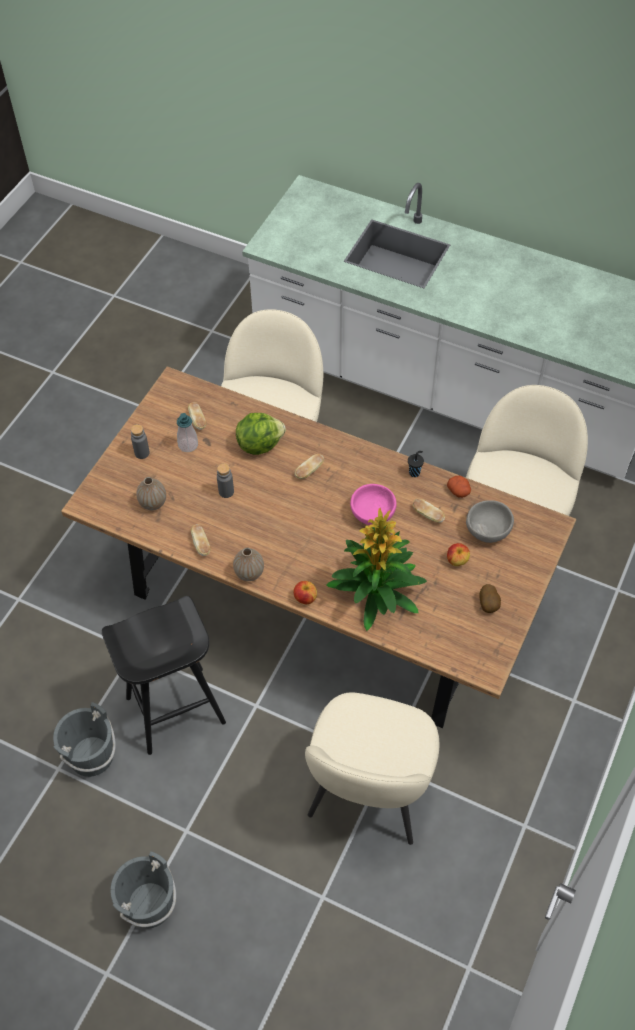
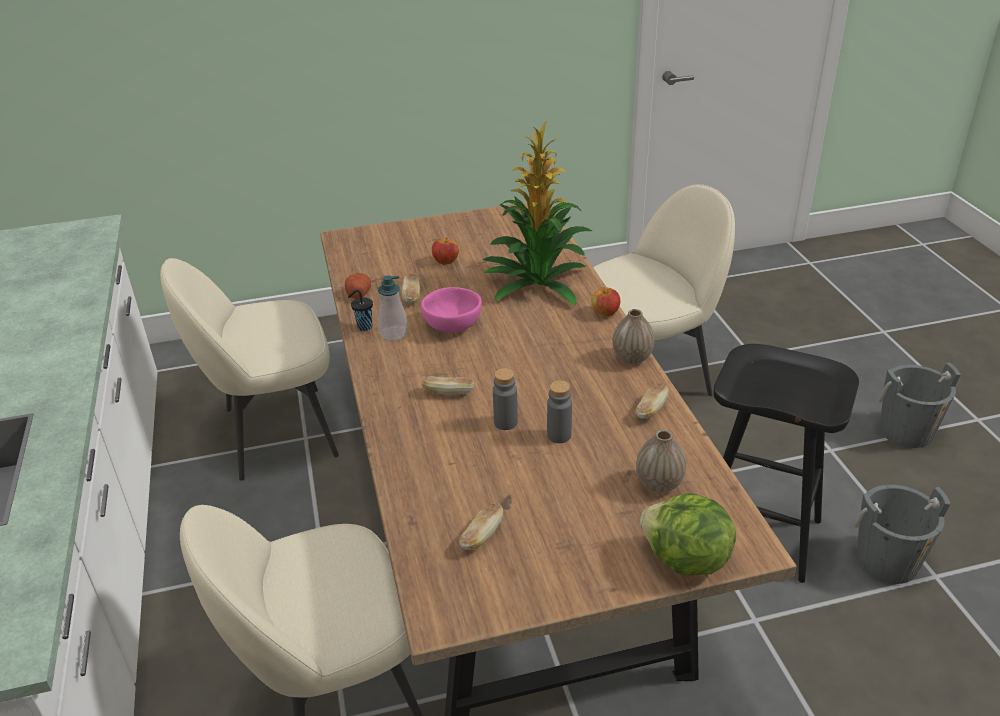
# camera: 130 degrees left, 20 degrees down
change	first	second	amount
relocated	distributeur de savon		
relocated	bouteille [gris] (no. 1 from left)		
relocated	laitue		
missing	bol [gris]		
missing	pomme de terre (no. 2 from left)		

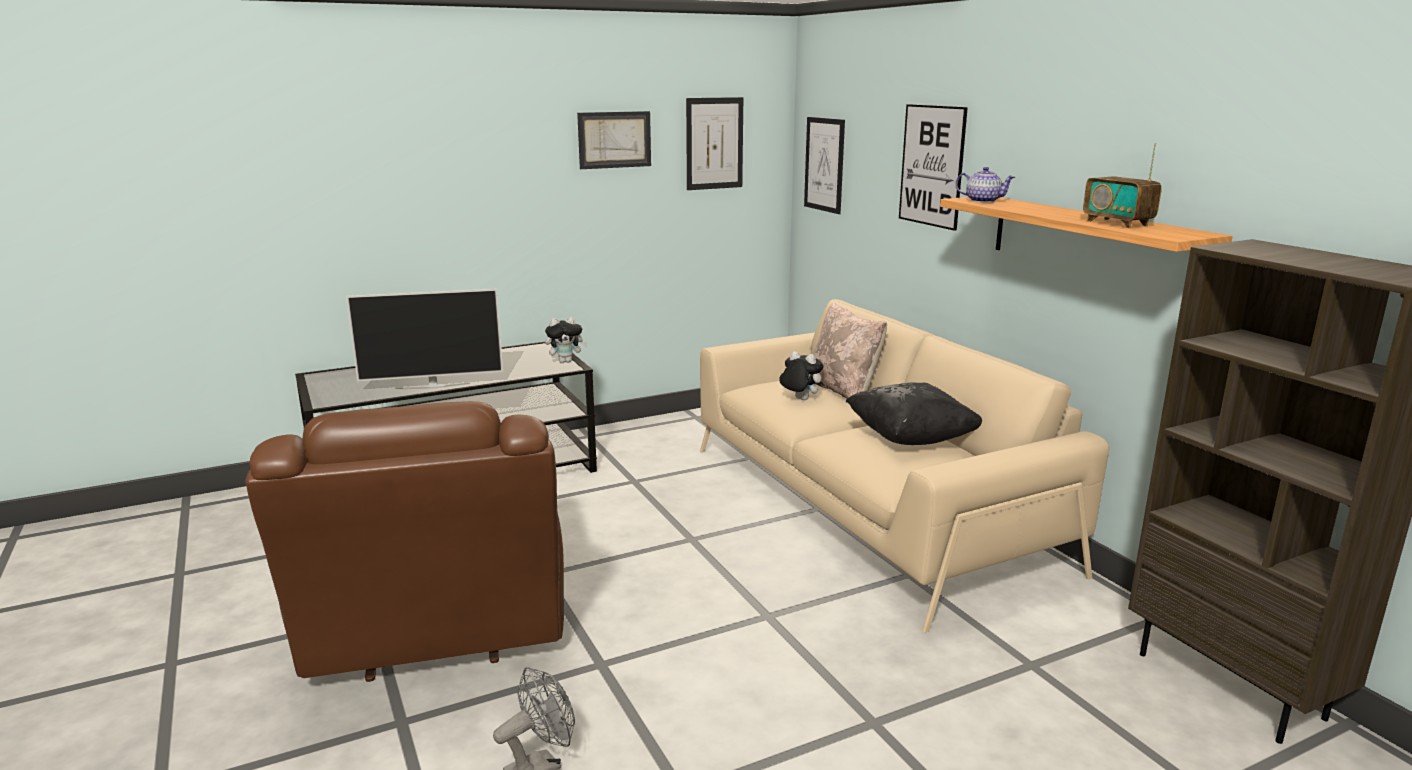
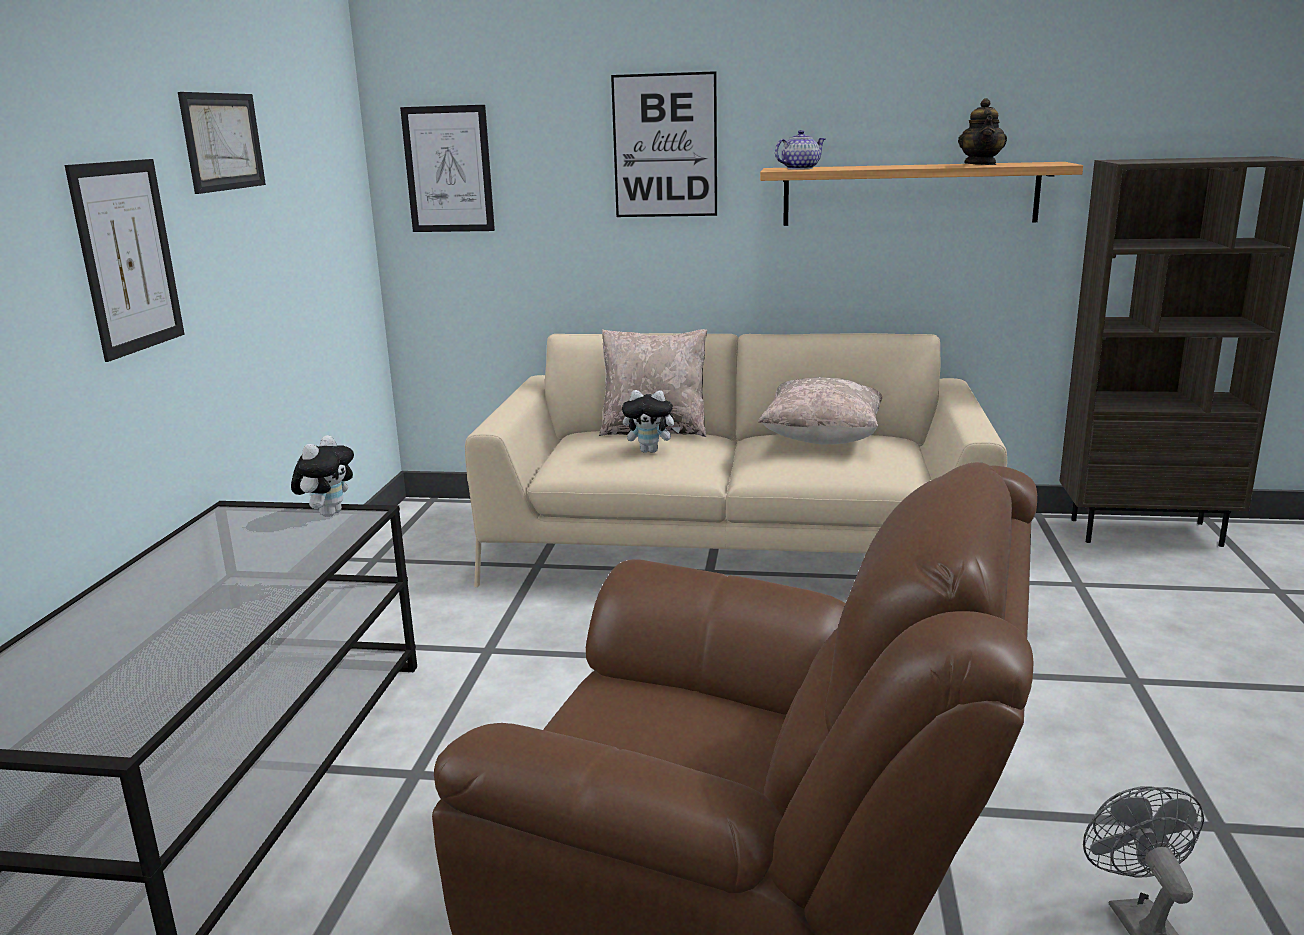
# camera: 55 degrees left, 0 degrees up
change	first	second	amount
relocated	tableau (no. 2 from left in the first image)	tableau (no. 1 from left)	
spun	peluche (no. 2 from left)		150 degrees counterclockwise
colour	coussin [noir]	coussin [beige] (no. 2 from left)	
exchanged	radio	théière (no. 2 from left)	
missing	téléviseur		

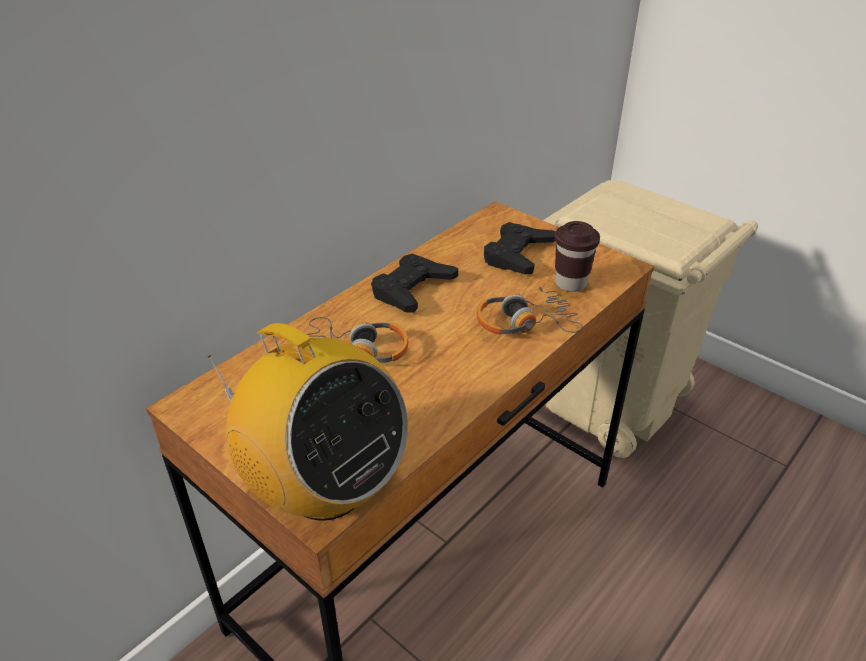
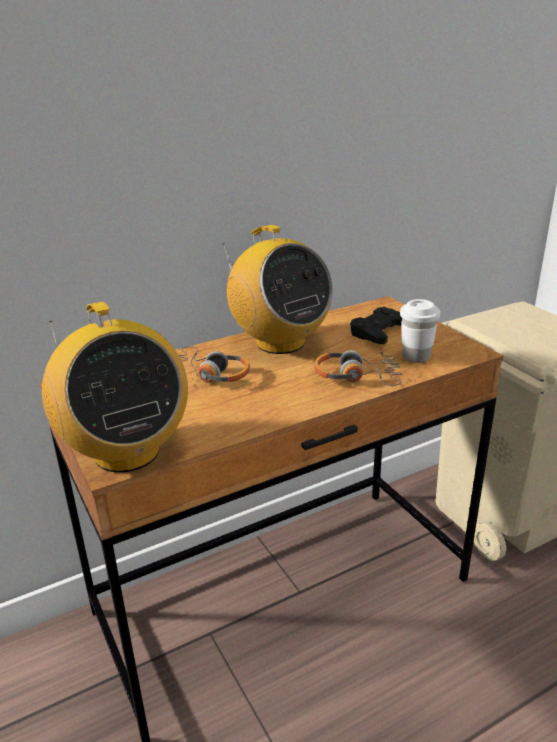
# camera: 20 degrees right, 10 degrees down
change	first	second	amount
exchanged	manette [noir] (no. 1 from left)	radio (no. 2 from left)	
colour	tasse [marron]	tasse [blanc]	

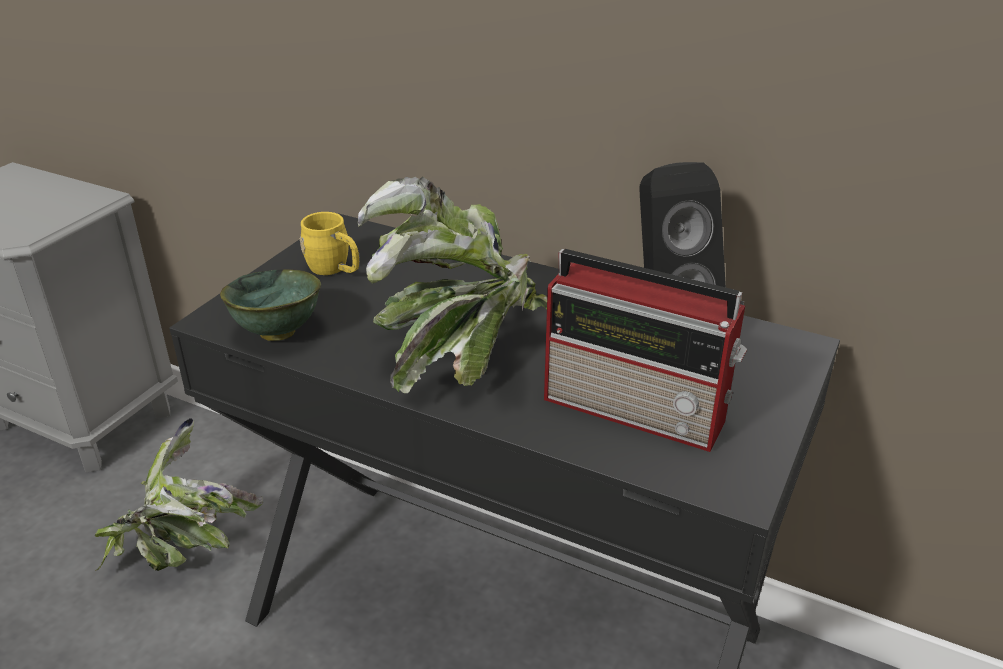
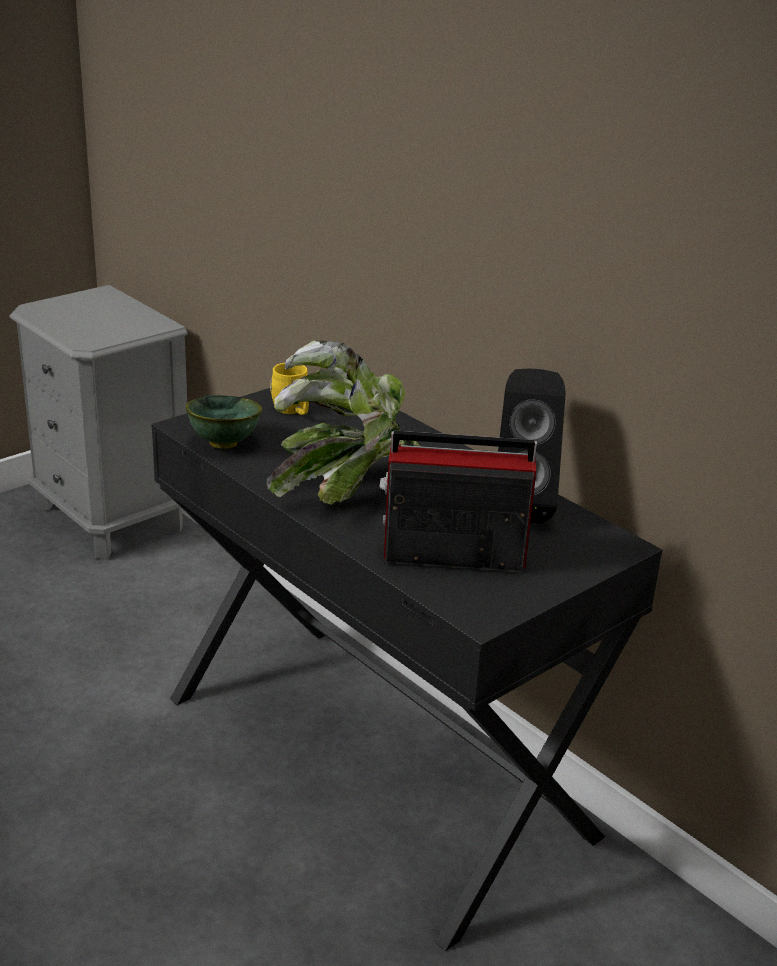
# camera: 20 degrees right, 5 degrees down
change	first	second	amount
spun	radio		135 degrees clockwise
missing	plante en pot (no. 1 from left)		

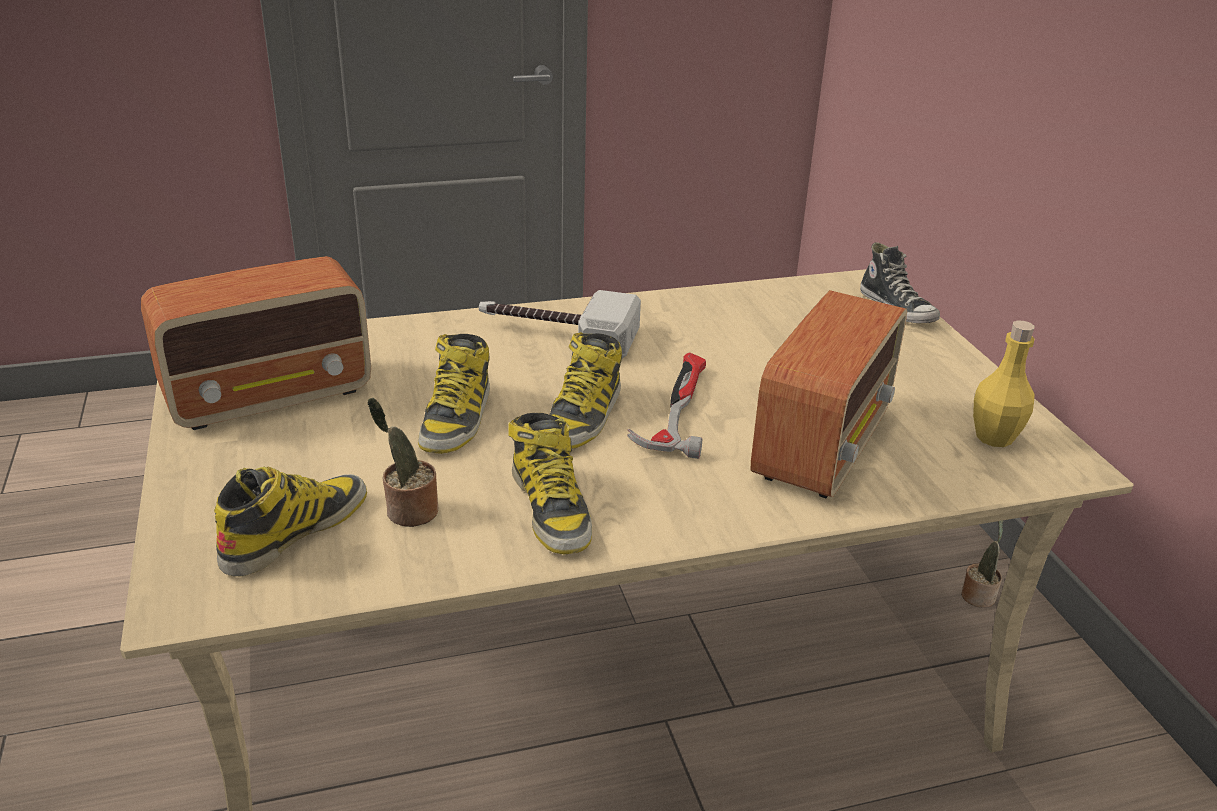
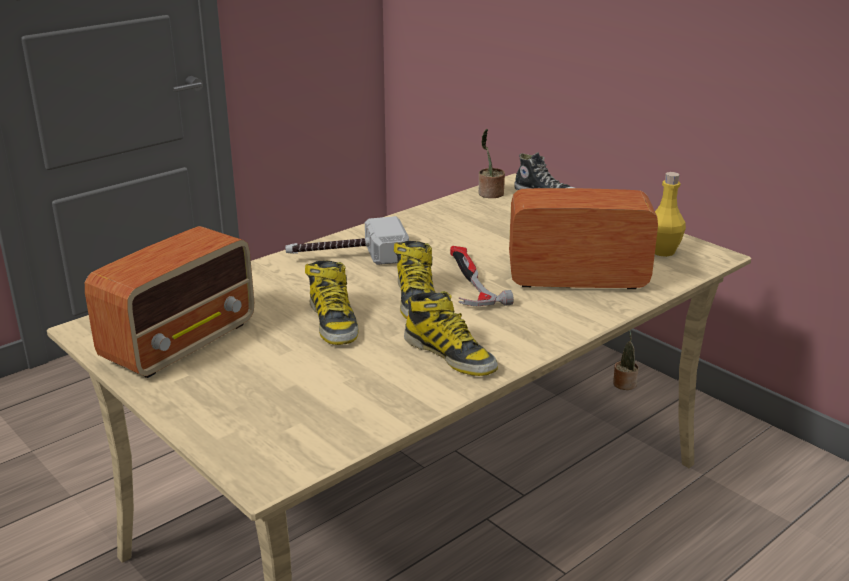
# camera: 25 degrees left, 5 degrees down
change	first	second	amount
relocated	plante en pot (no. 1 from left)		
spun	radio (no. 2 from left)		90 degrees counterclockwise
missing	botte (no. 1 from left)		

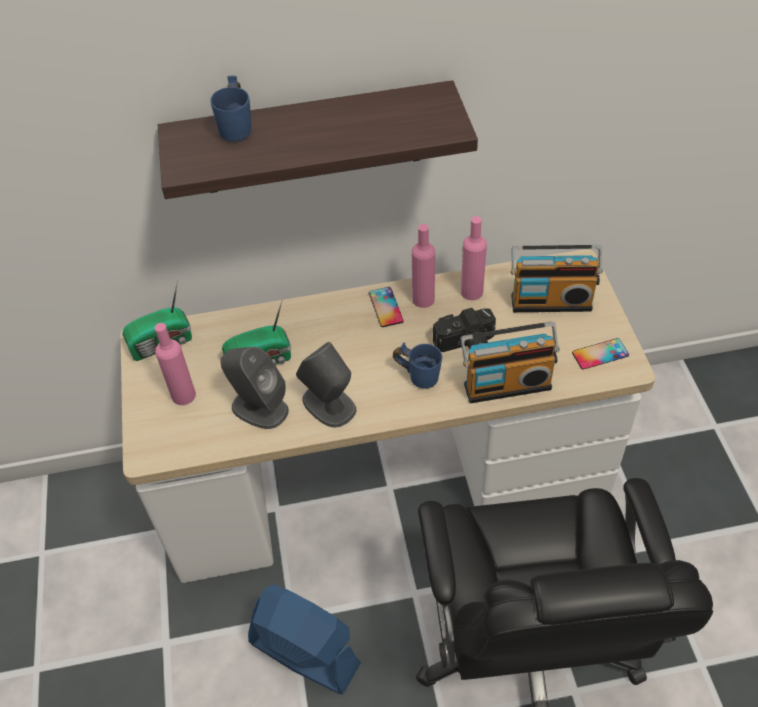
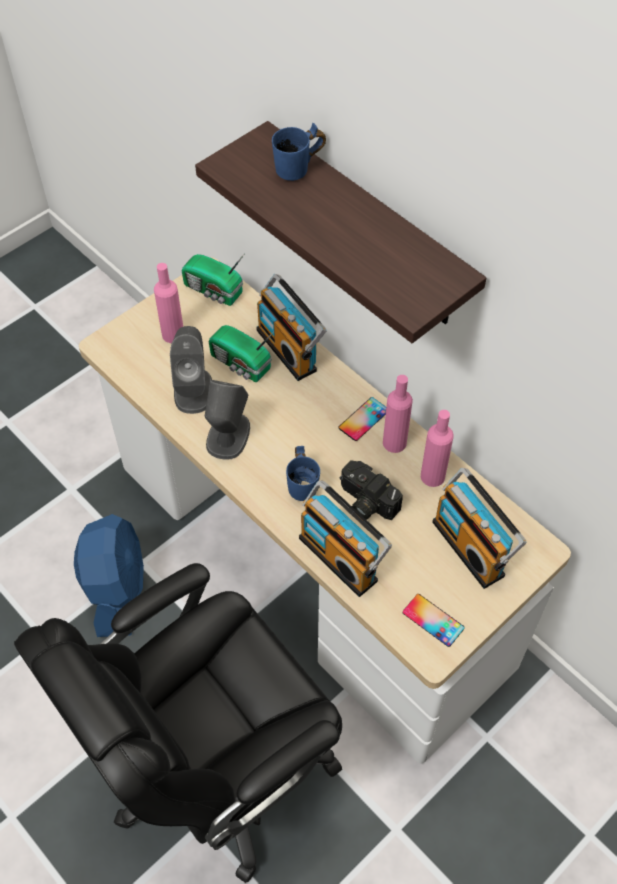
# camera: 55 degrees right, 5 degrees up
change	first	second	amount
appeared		radio (no. 3 from left)	

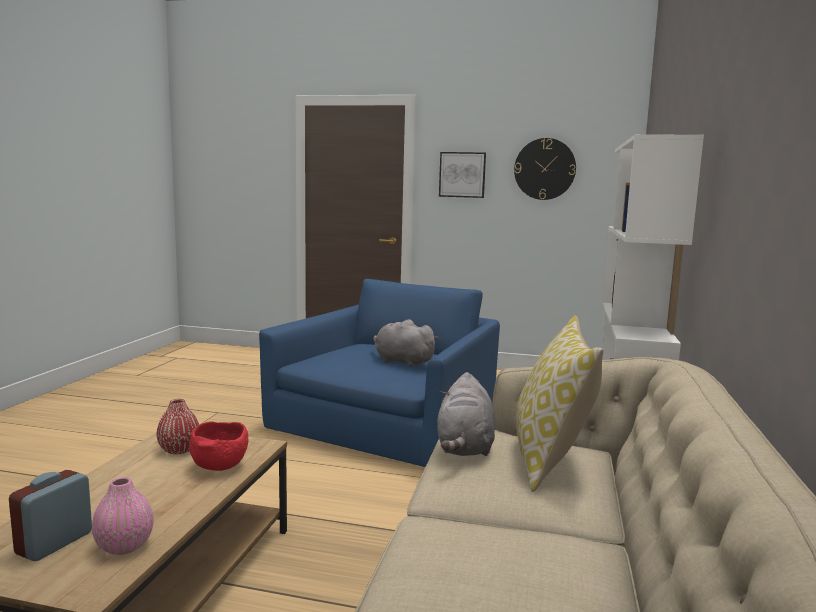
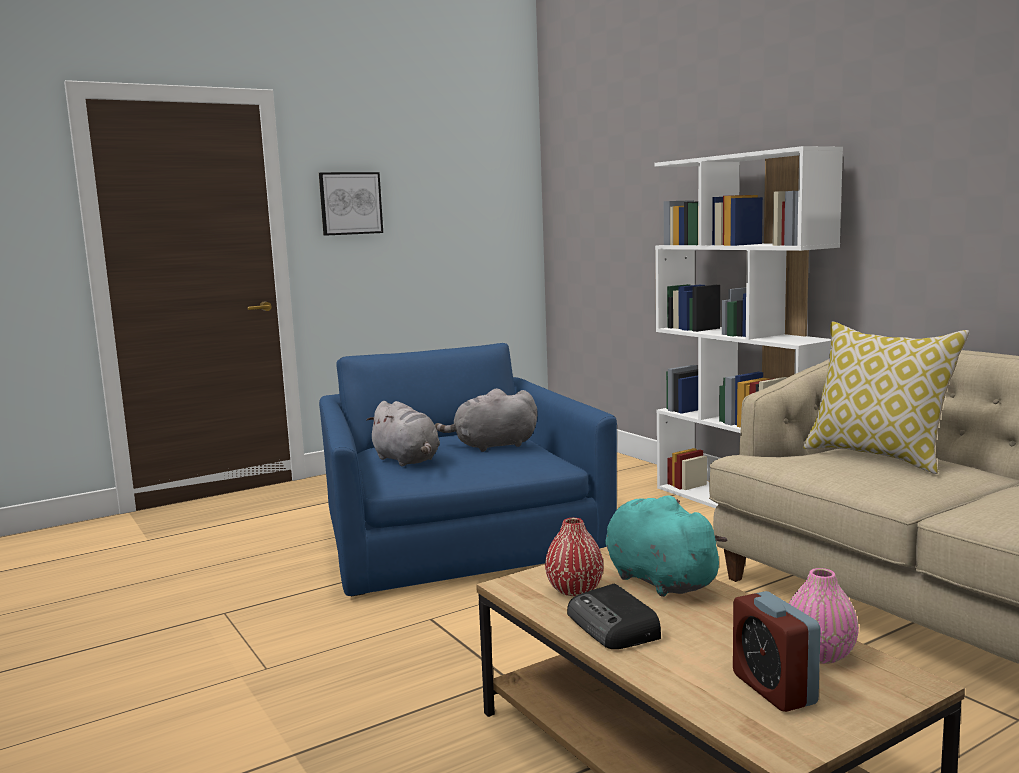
# camera: 45 degrees left, 0 degrees up
change	first	second	amount
relocated	peluche [gris] (no. 2 from left in the first image)	peluche [gris] (no. 1 from left)	
appeared		radio	
exchanged	bol [rouge]	peluche [turquoise]	
missing	horloge murale		

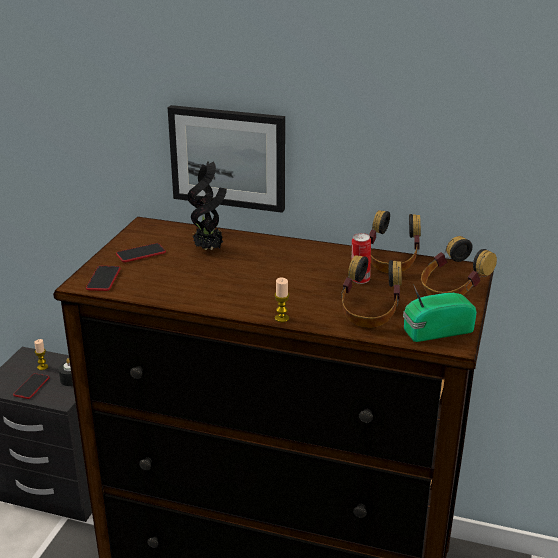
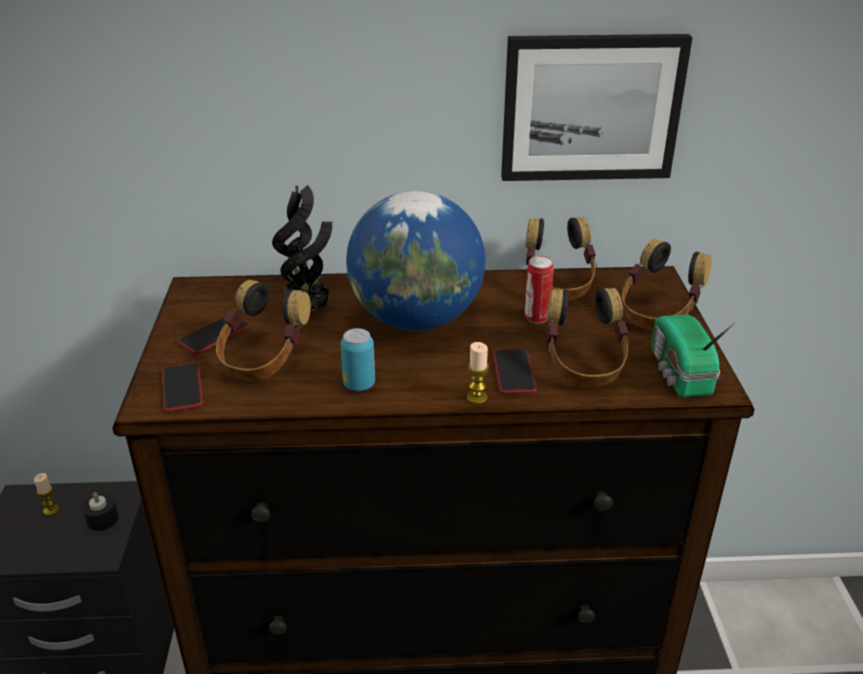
# camera: 20 degrees left, 5 degrees up
change	first	second	amount
appeared		casque audio (no. 1 from left)	
appeared		boîte métallique (no. 1 from left)	
appeared		globe	
relocated	téléphone (no. 1 from left in the first image)	téléphone (no. 3 from left)	
relocated	tableau		
spun	radio		60 degrees counterclockwise

